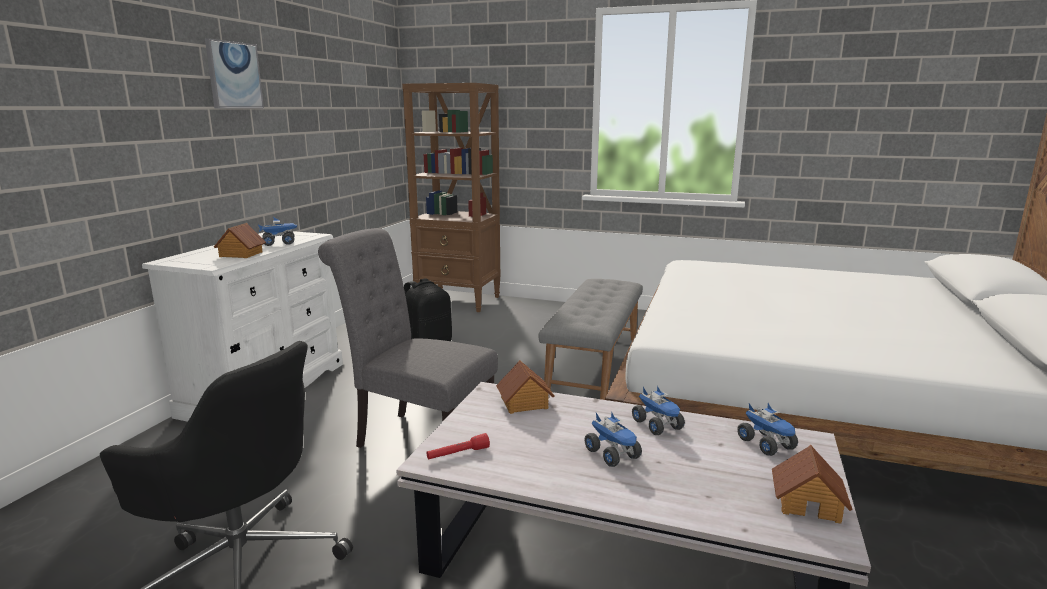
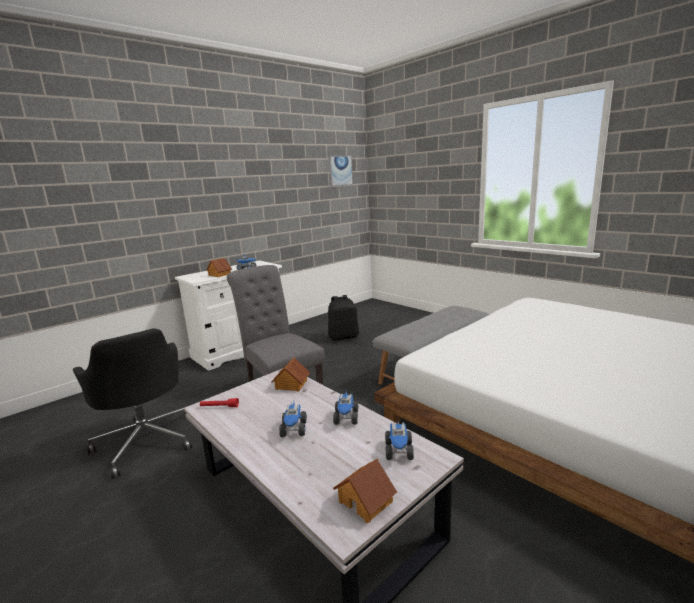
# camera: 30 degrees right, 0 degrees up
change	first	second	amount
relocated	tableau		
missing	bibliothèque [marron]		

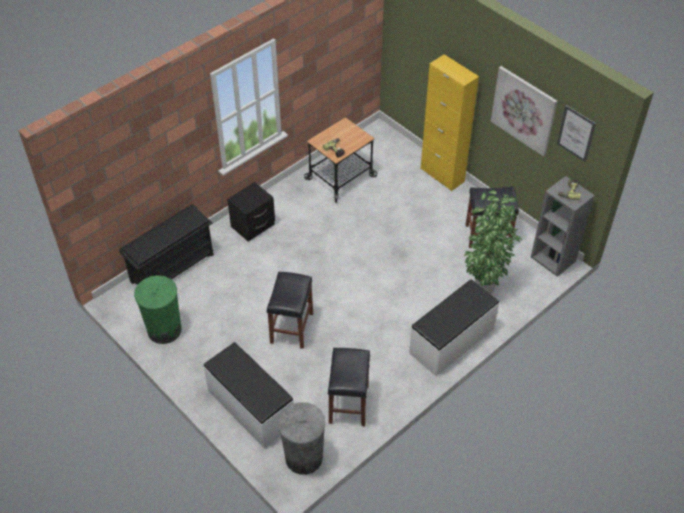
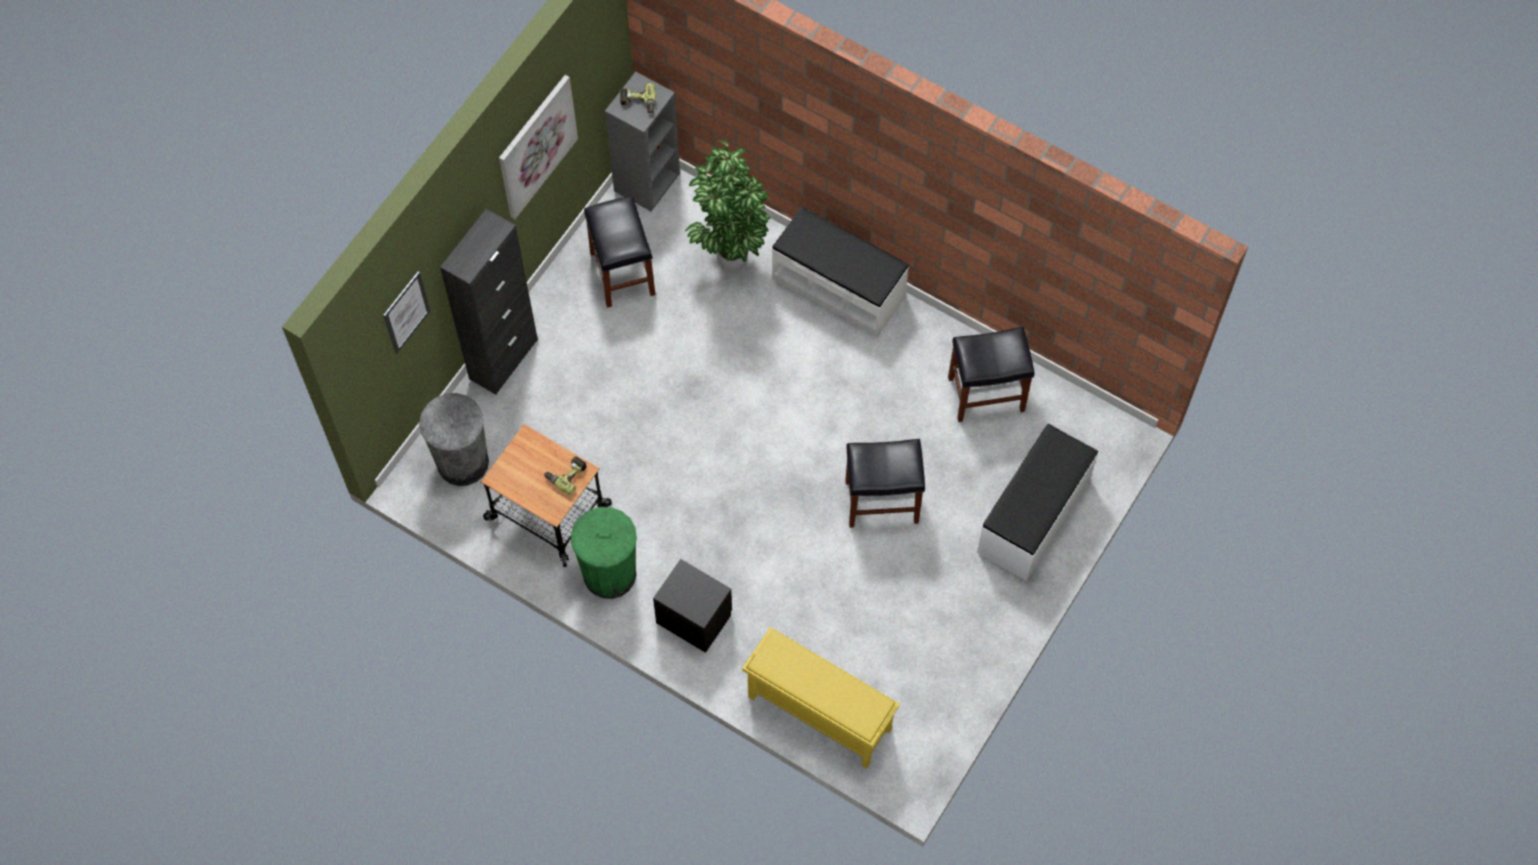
# camera: 105 degrees left, 15 degrees up
change	first	second	amount
relocated	tableau (no. 2 from left in the first image)	tableau (no. 1 from left)	
relocated	poubelle [gris]		
colour	meuble de rangement [jaune]	meuble de rangement [noir]	
relocated	poubelle [vert]		
colour	étagère à chaussures [noir]	étagère à chaussures [jaune]	

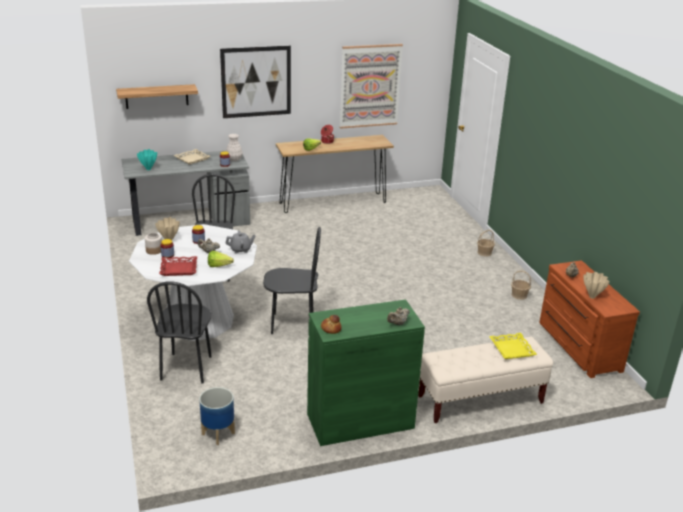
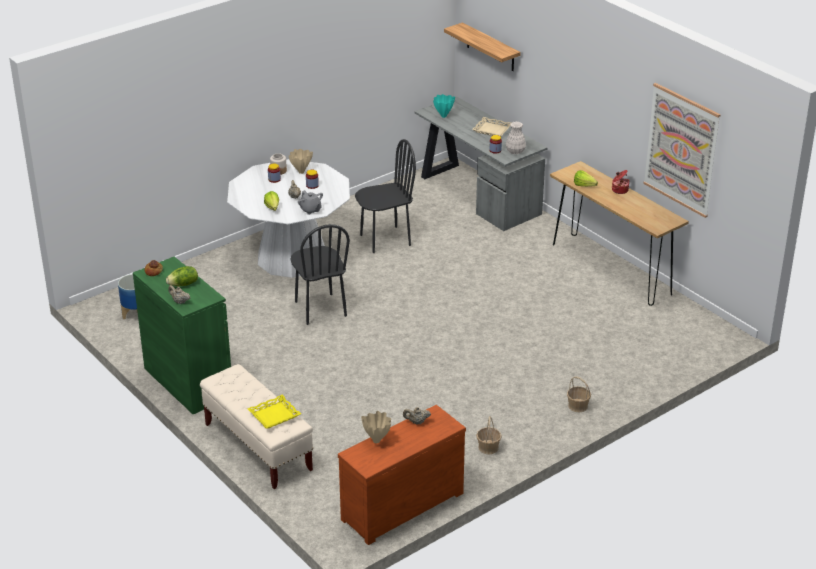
# camera: 70 degrees right, 5 degrees up
change	first	second	amount
appeared		laitue (no. 1 from left)	
missing	chaise [noir] (no. 1 from left)		
missing	plateau [rouge]		
missing	tableau (no. 1 from left)		

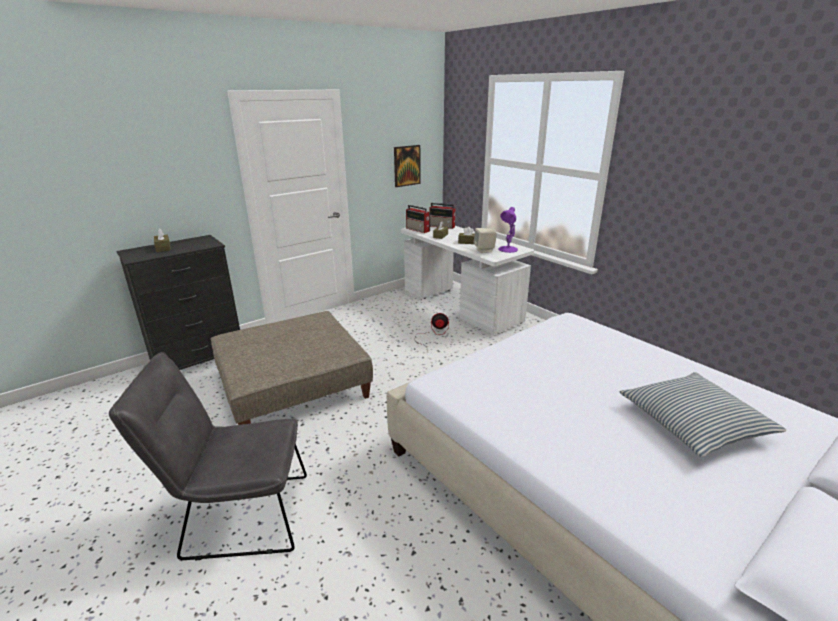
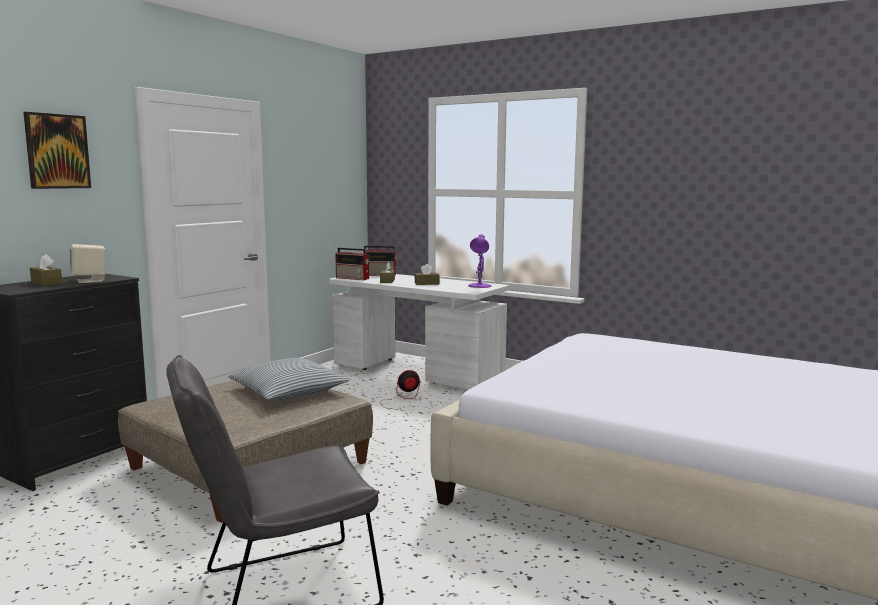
# camera: 20 degrees left, 15 degrees down
change	first	second	amount
relocated	tableau		
relocated	enceinte [beige]		
relocated	coussin		

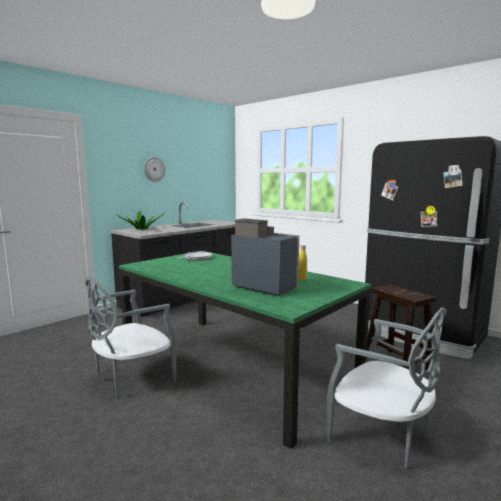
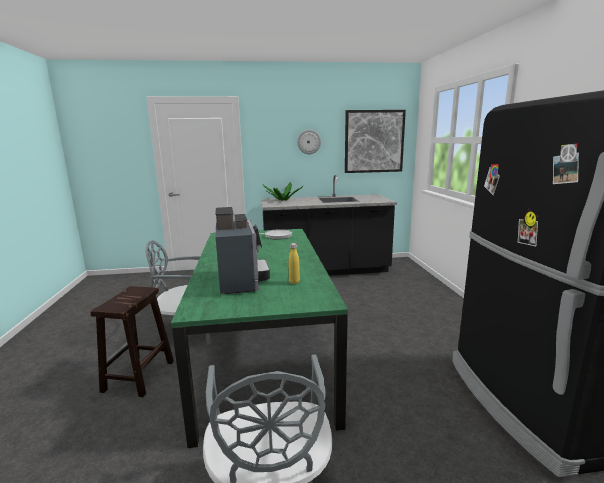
# camera: 40 degrees right, 5 degrees up
change	first	second	amount
relocated	tabouret [marron]		
appeared		tableau	

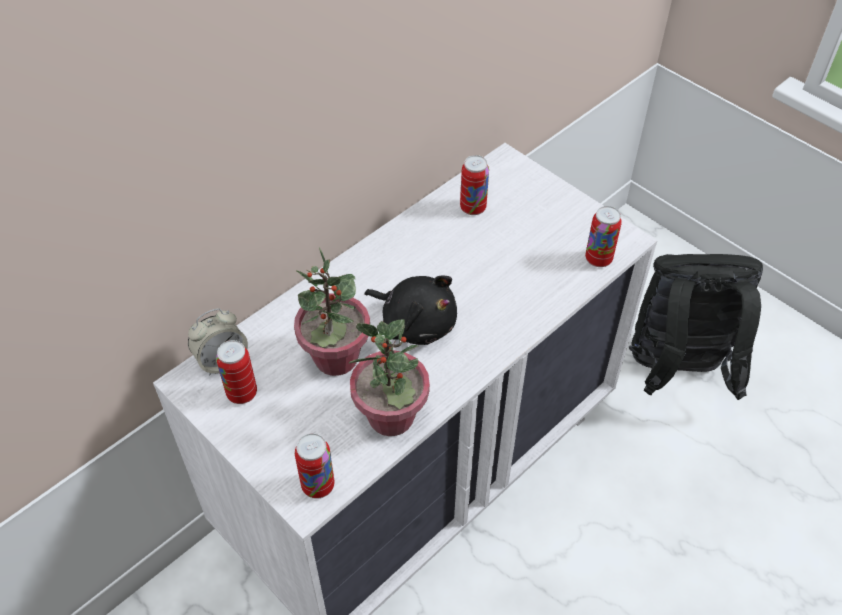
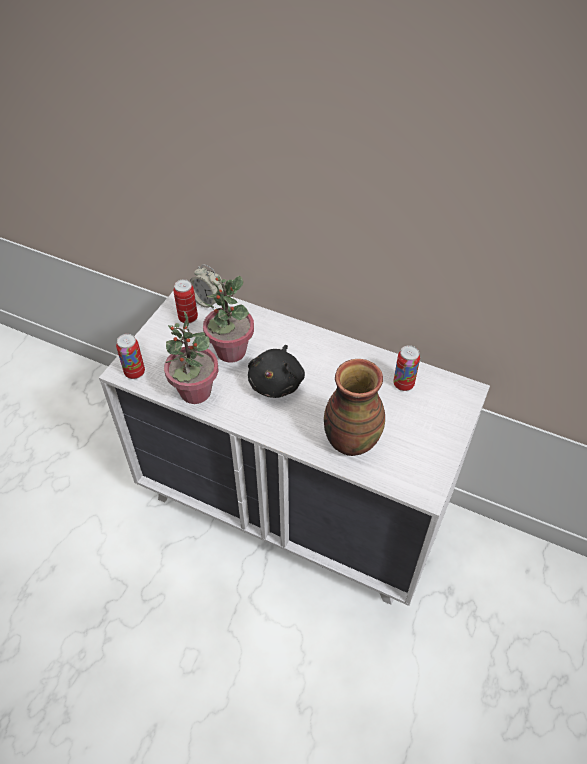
# camera: 70 degrees right, 0 degrees up
change	first	second	amount
appeared		vase	
missing	boîte métallique (no. 4 from left)		
missing	sac à dos [noir]		

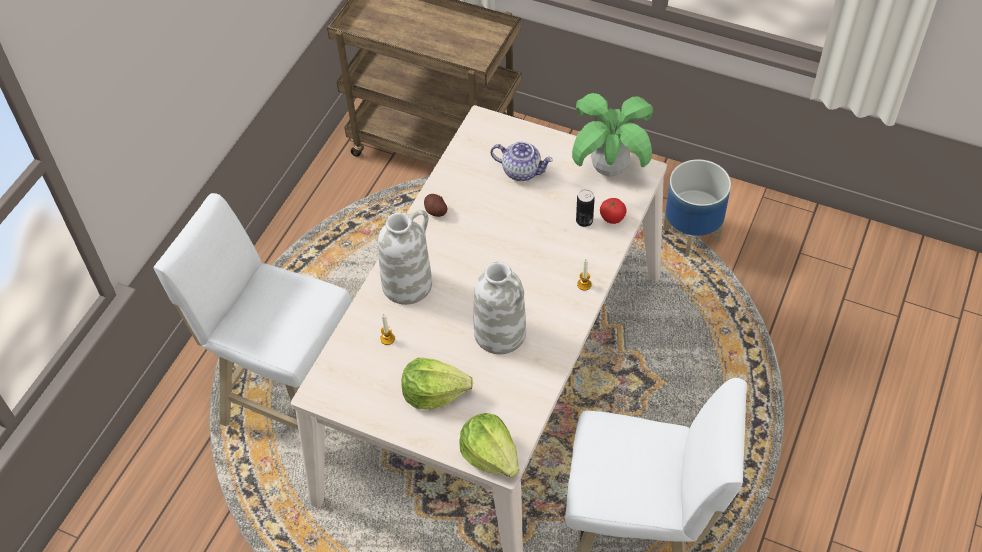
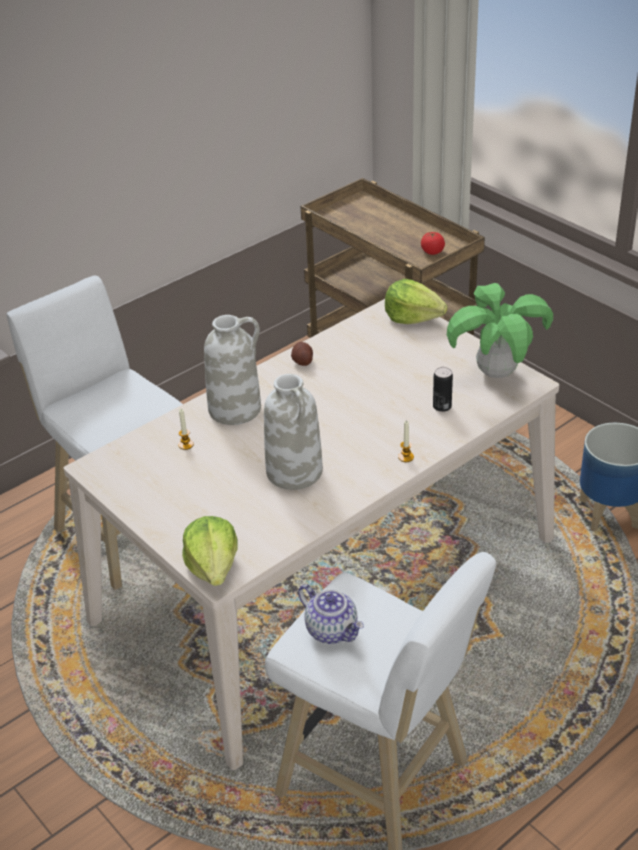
# camera: 25 degrees right, 15 degrees down
change	first	second	amount
relocated	théière		
relocated	laitue (no. 1 from left in the first image)	laitue (no. 2 from left)	
relocated	tomate		

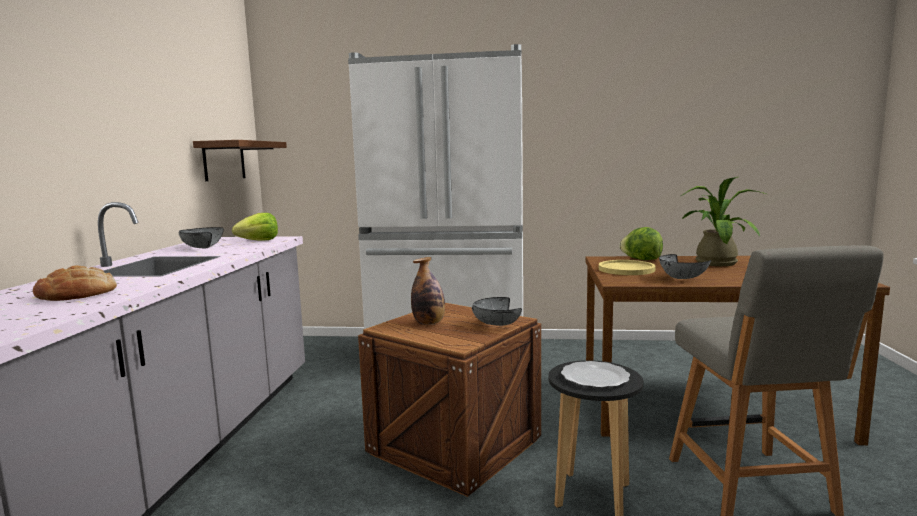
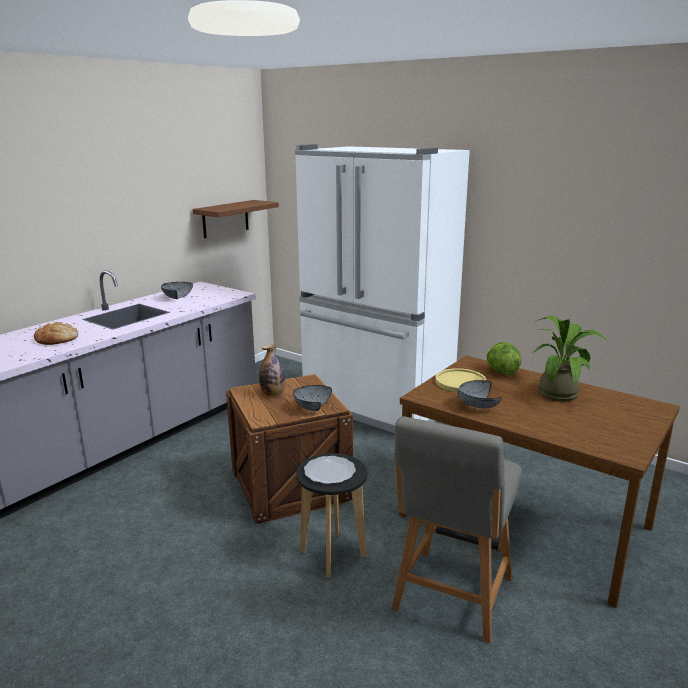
# camera: 30 degrees right, 10 degrees up
change	first	second	amount
missing	laitue (no. 1 from left)		

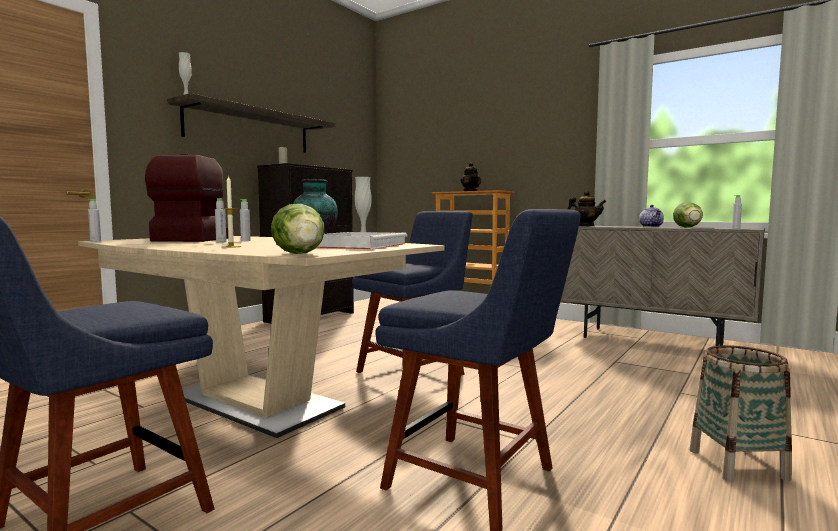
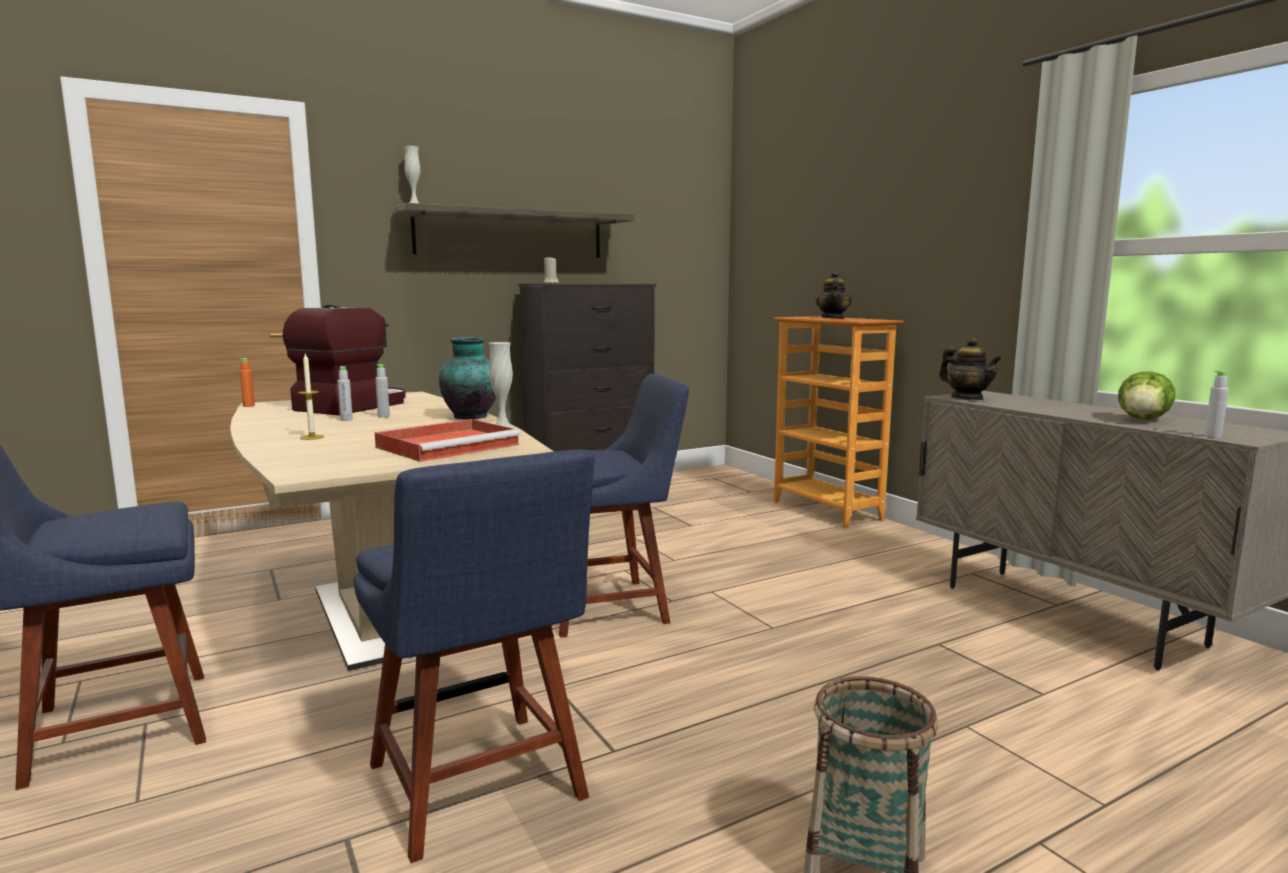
# camera: 25 degrees right, 5 degrees up
change	first	second	amount
colour	bouteille [gris] (no. 1 from left)	bouteille [orange]	
colour	plateau [blanc]	plateau [rouge]	
missing	laitue (no. 1 from left)		
missing	théière (no. 3 from left)		

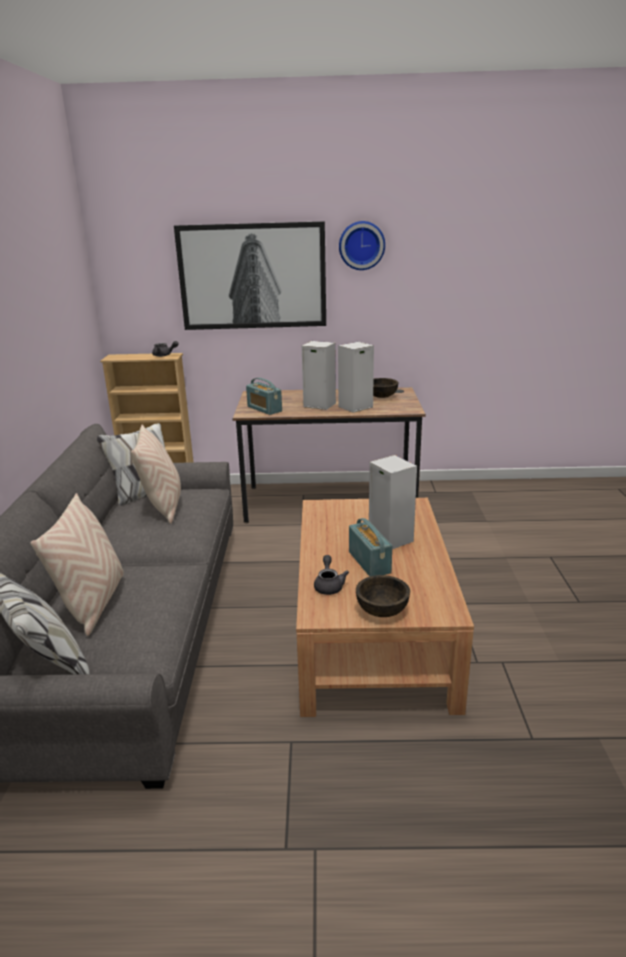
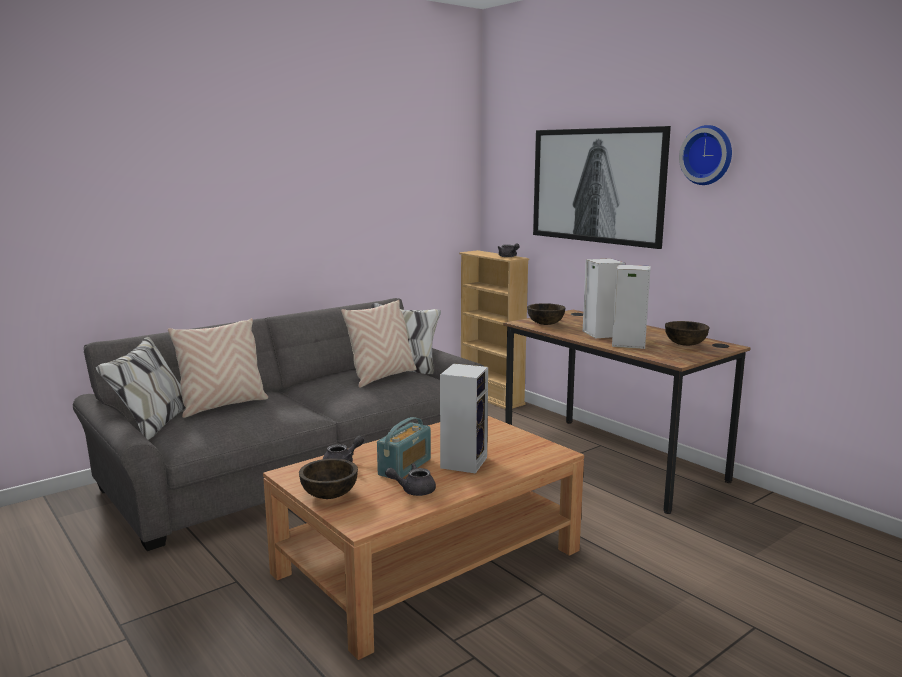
# camera: 50 degrees right, 10 degrees down
change	first	second	amount
appeared		théière [gris] (no. 2 from left)	
exchanged	radio (no. 1 from left)	bol [marron] (no. 2 from left)	

